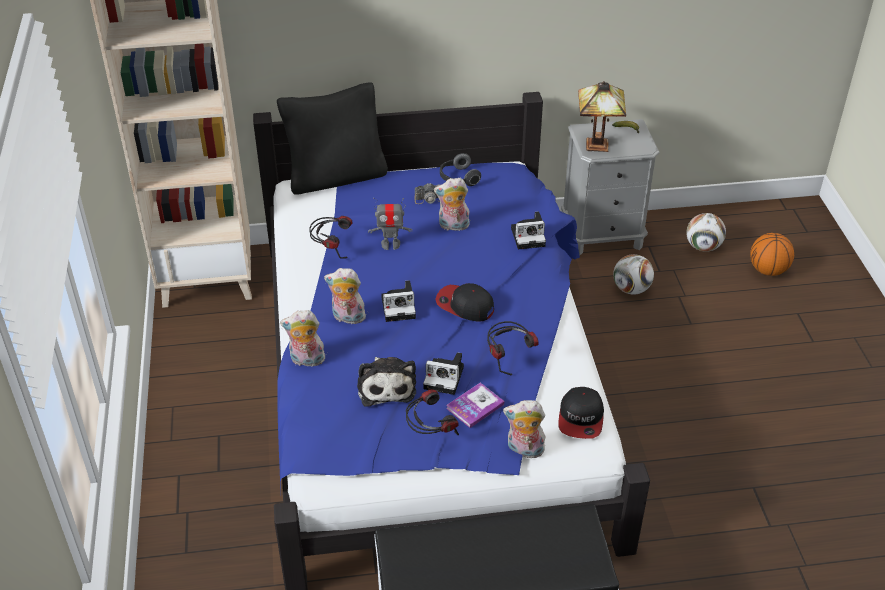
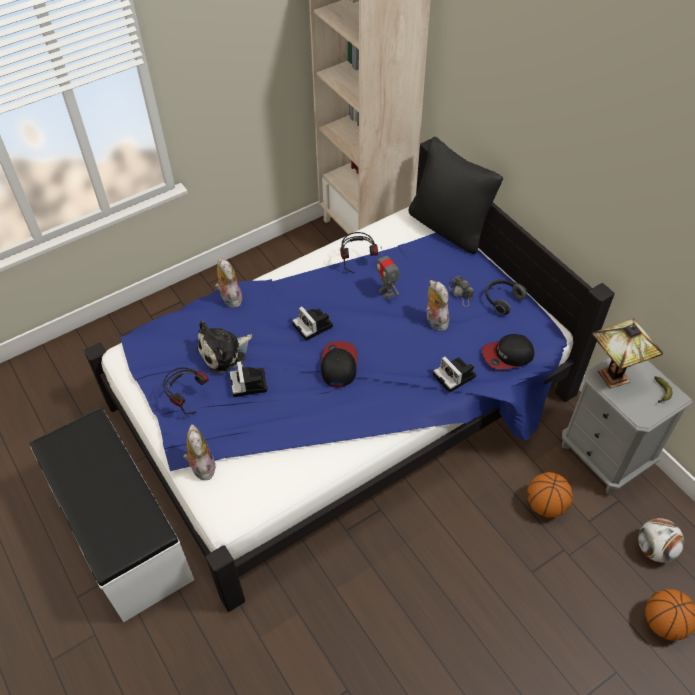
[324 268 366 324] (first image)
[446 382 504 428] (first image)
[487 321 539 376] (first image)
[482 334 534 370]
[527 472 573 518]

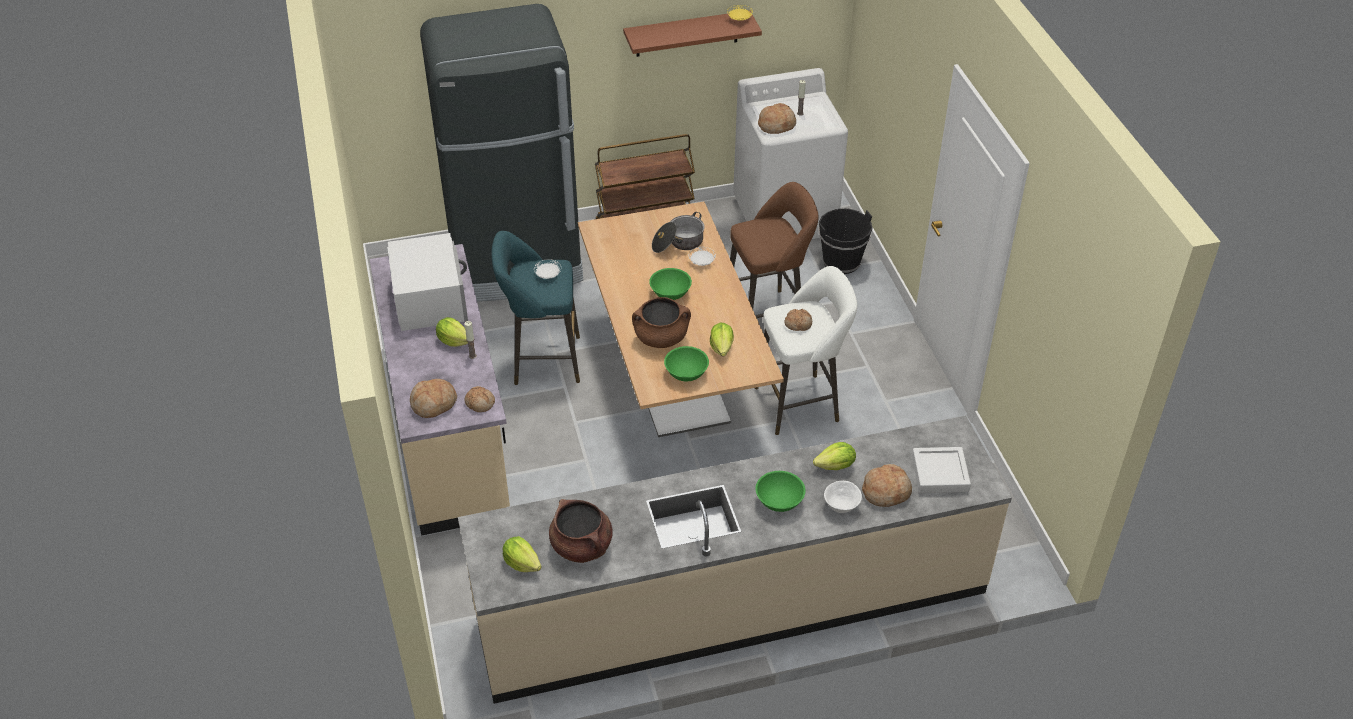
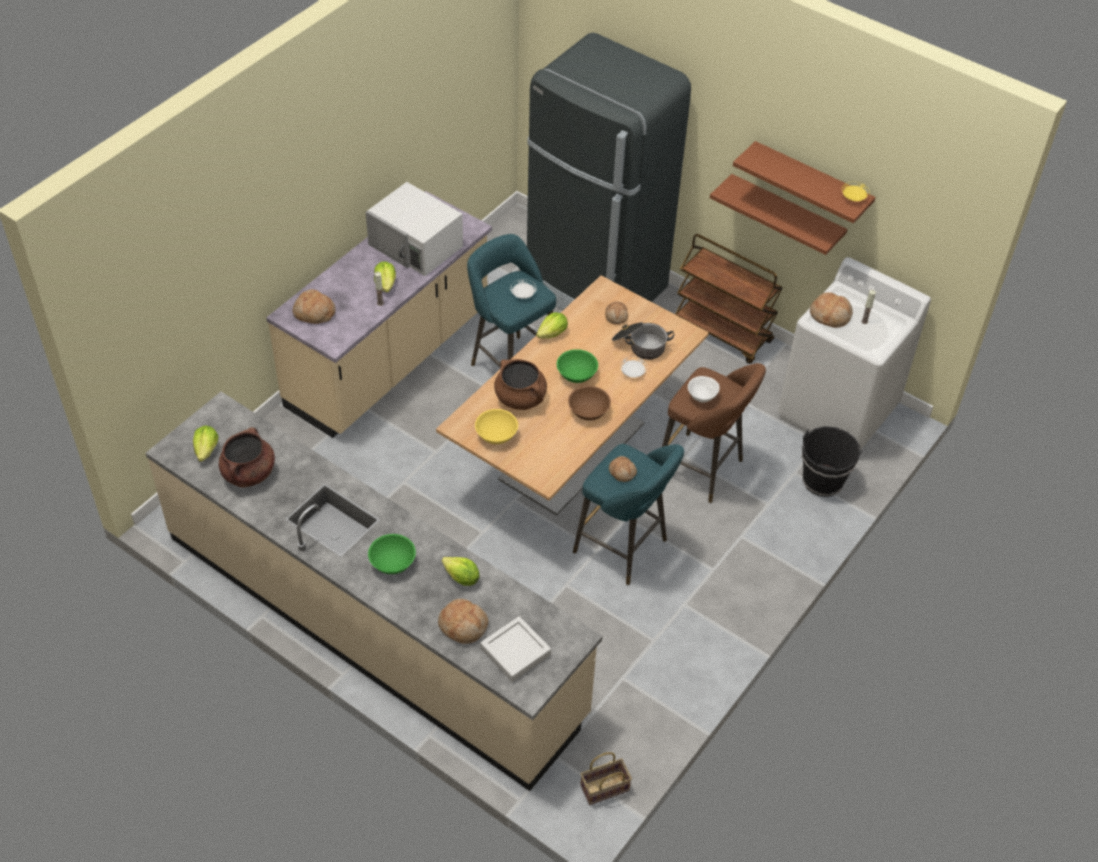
[568 386 611 420]
[580 752 632 805]
[710 174 847 255]
[605 301 628 324]
[536 312 568 339]
[688 376 720 403]
[475 409 518 444]
[573 444 684 585]
[366 182 463 276]

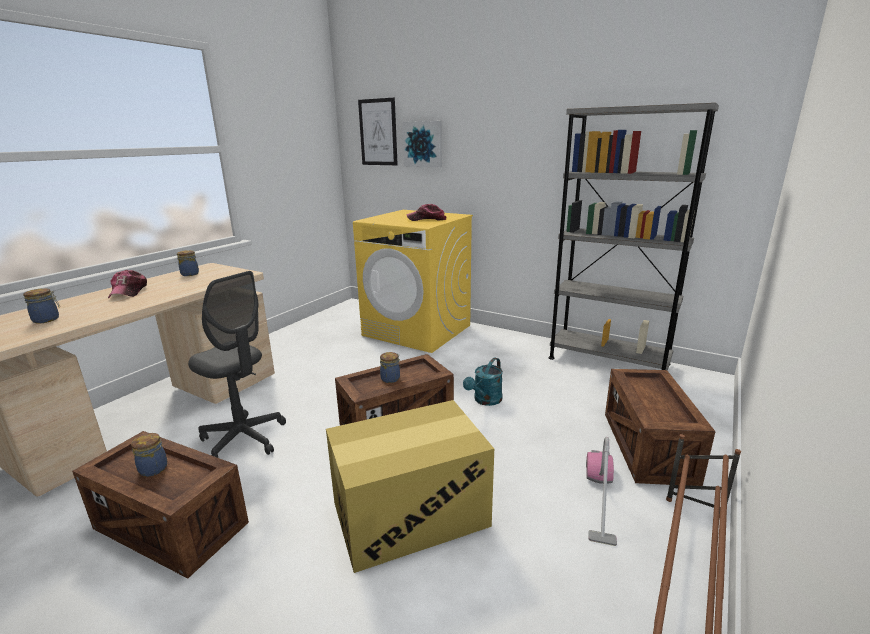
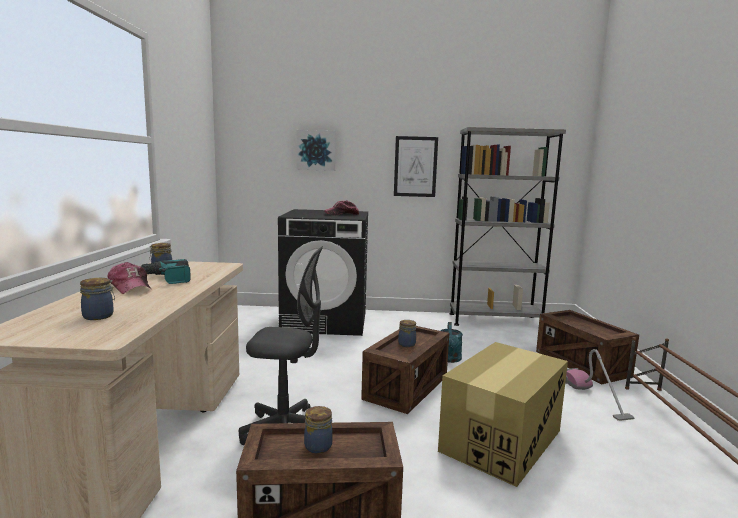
[140 259 191 284]
[394 136 438 197]
[278 209 368 336]

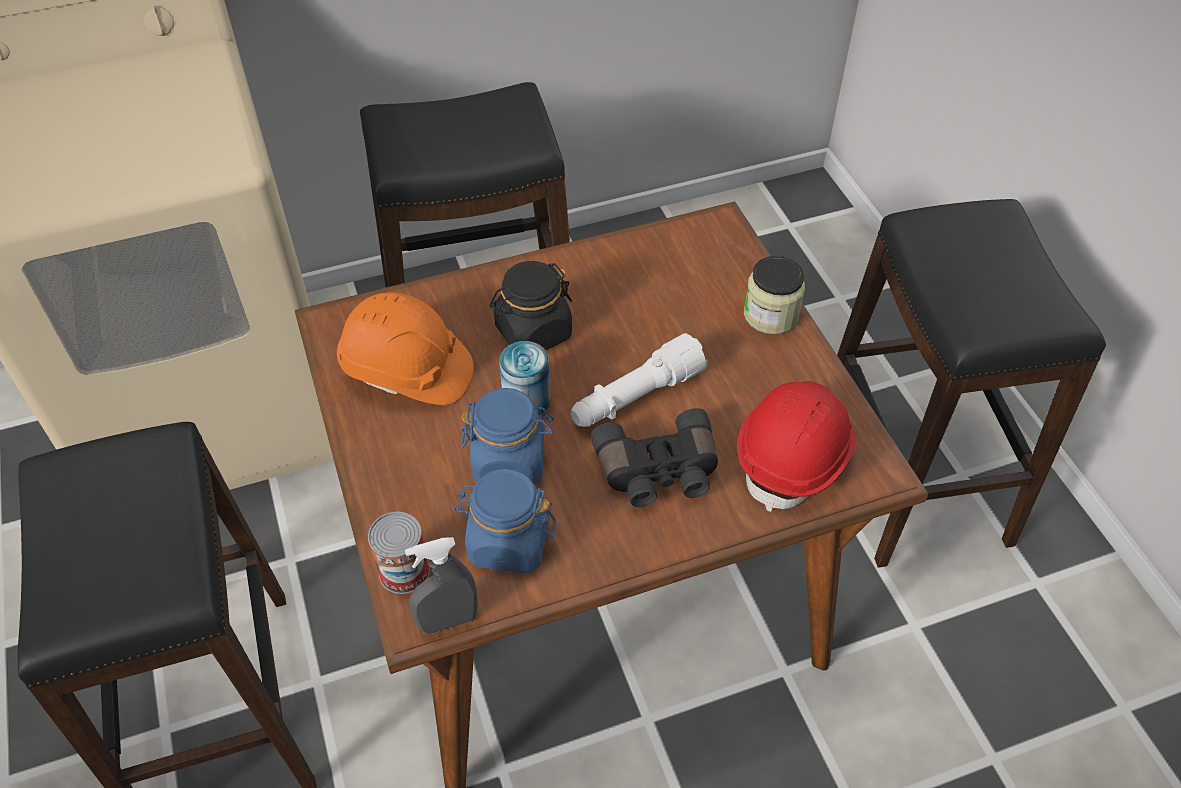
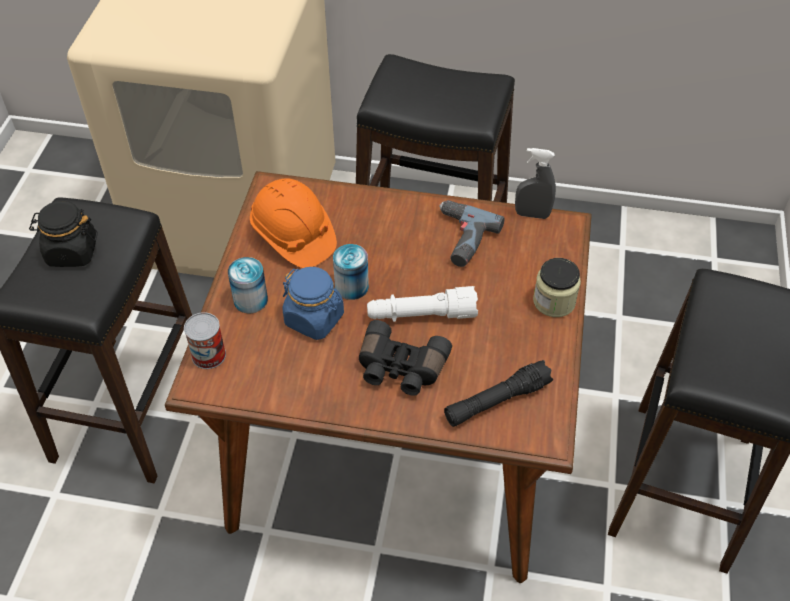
[454 468 556 573] (first image)
[228 257 268 314]
[439 200 505 267]
[515 148 556 219]
[29 201 98 267]
[444 360 553 427]

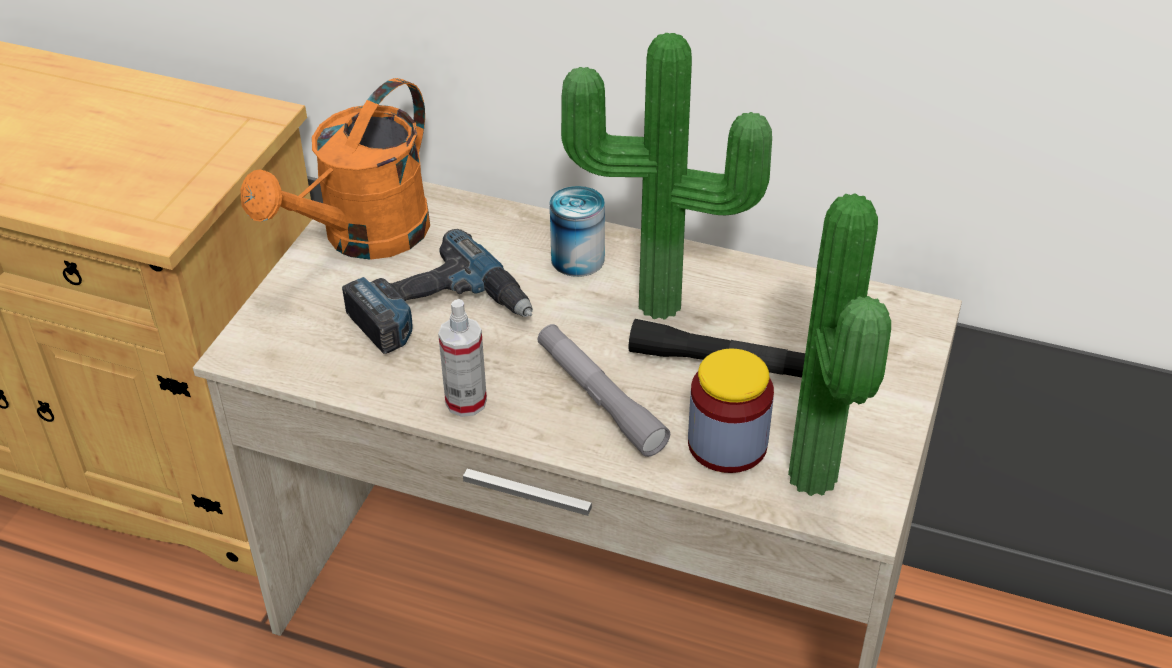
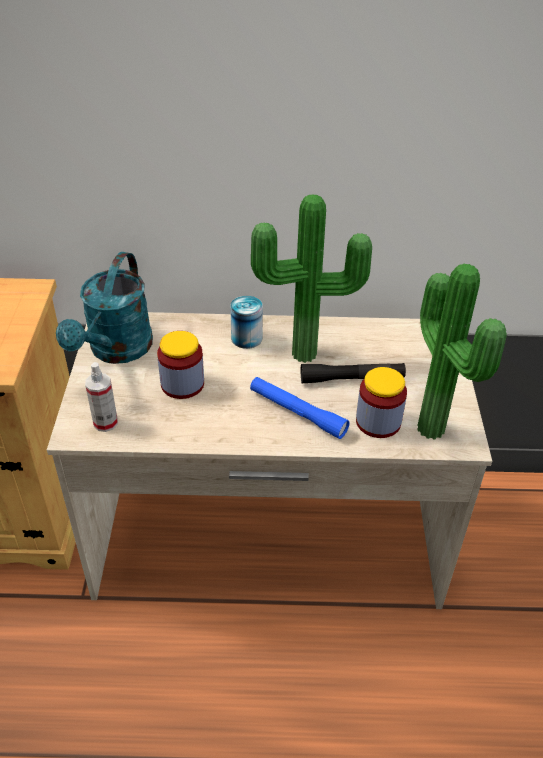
[85 362 118 432]
[157 331 204 399]
[56 252 153 364]
[250 377 350 439]

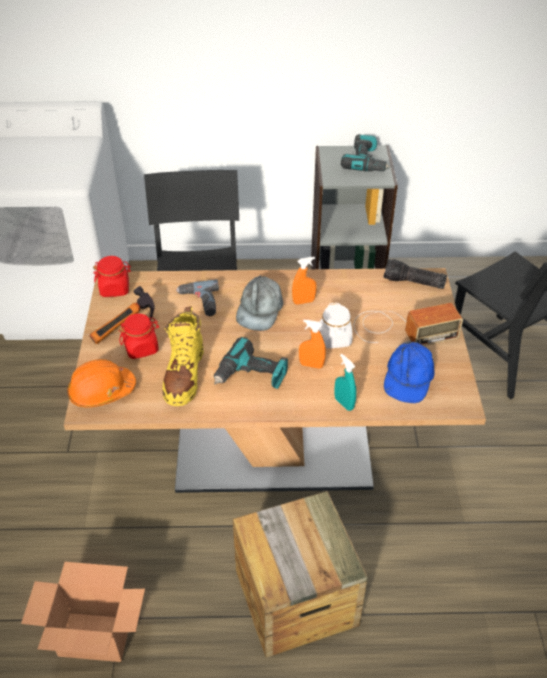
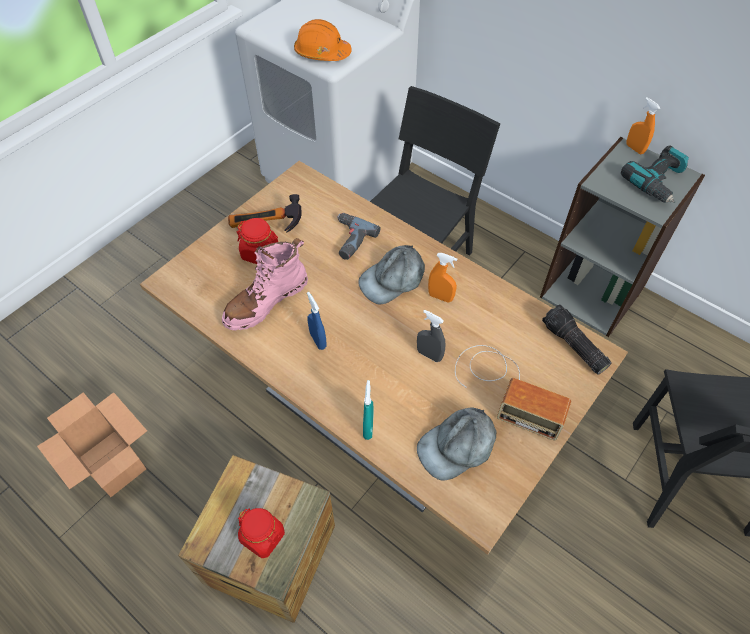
[294 19 352 61]
[238 508 285 558]
[626 97 660 154]
[307 292 327 350]
[417 310 446 362]
[222 238 308 331]
[417 407 497 480]

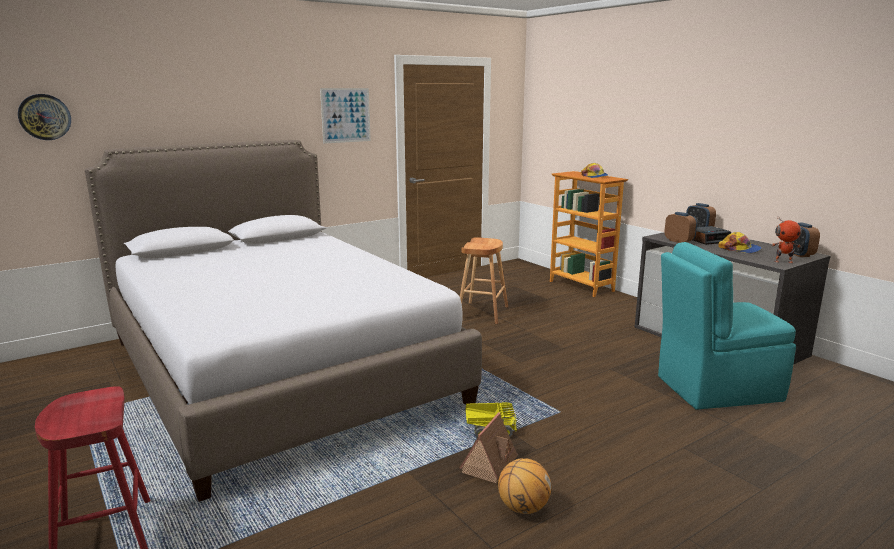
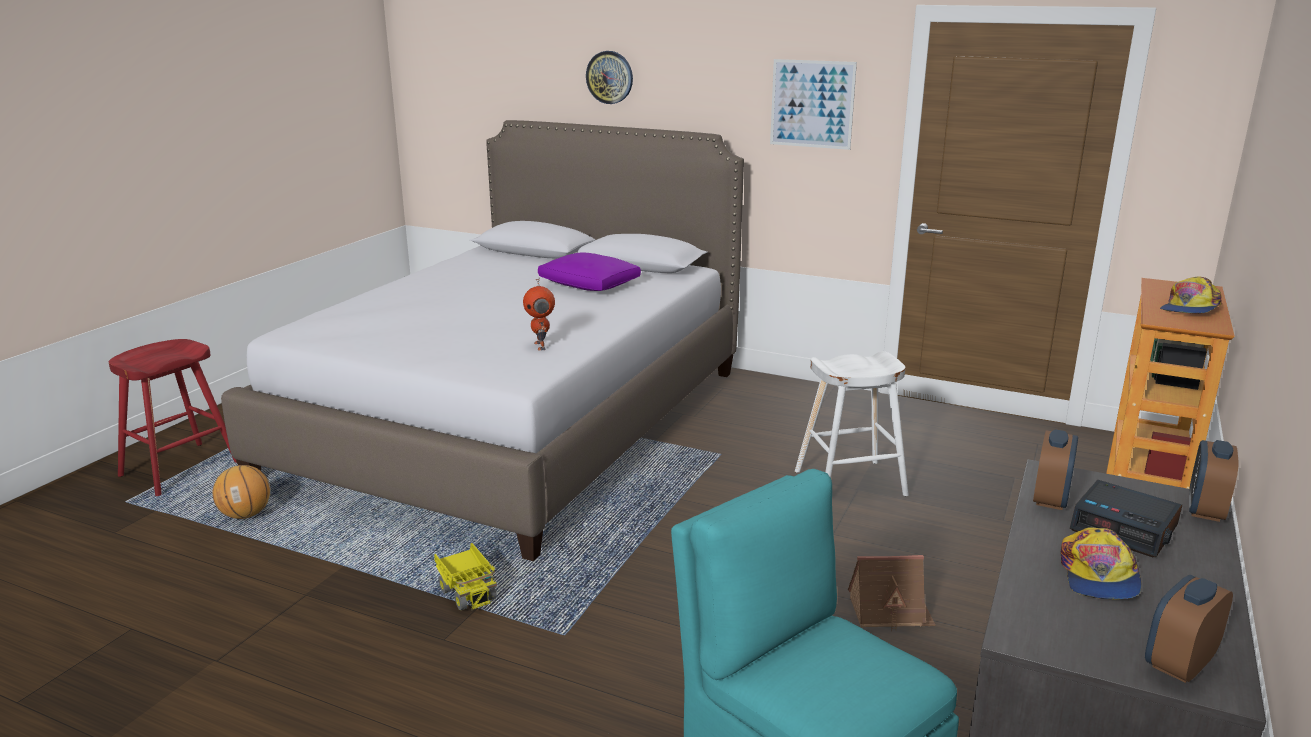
[538 253 641 291]
[586 51 633 104]
[848 555 936 631]
[213 465 271 519]
[523 279 555 351]
[795 351 909 496]

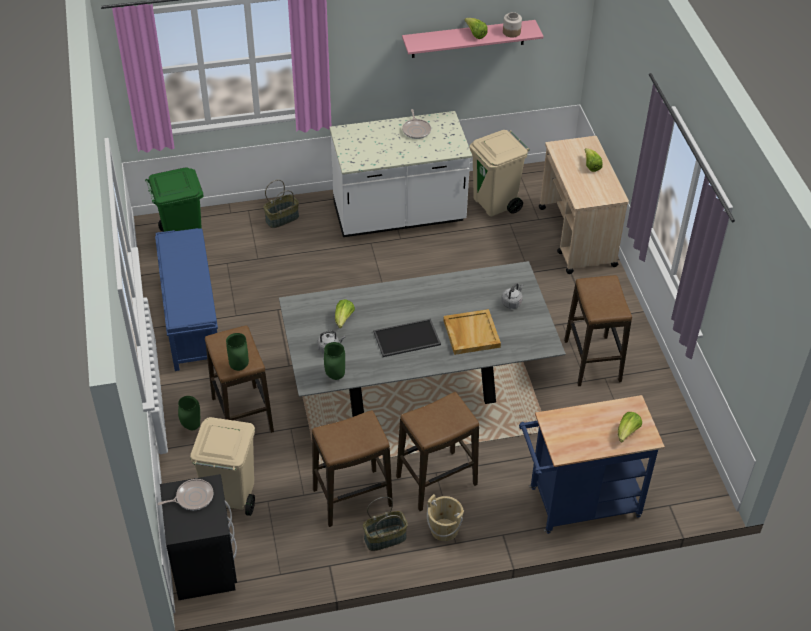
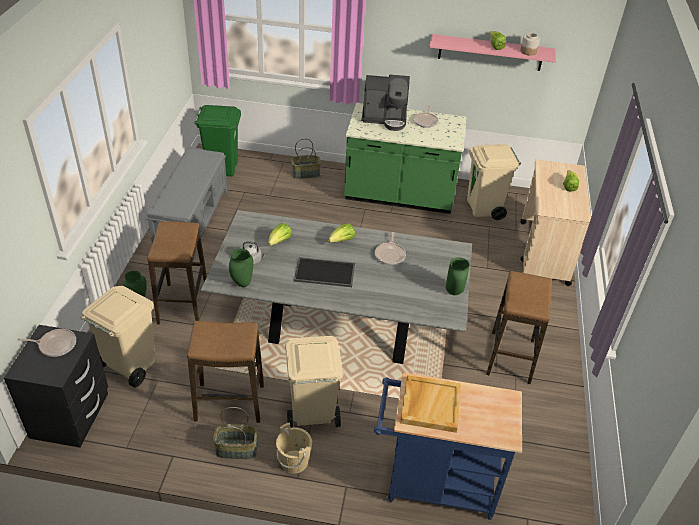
[501 283 523 309] (first image)
[361 74 410 131]
[375 232 406 265]
[446 257 470 295]
[400 375 461 433]
[328 223 355 243]
[285 336 343 428]
[146 147 227 260]
[344 103 466 214]

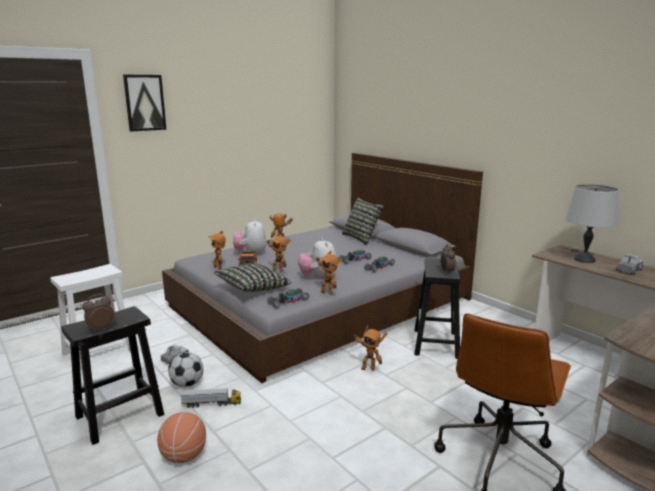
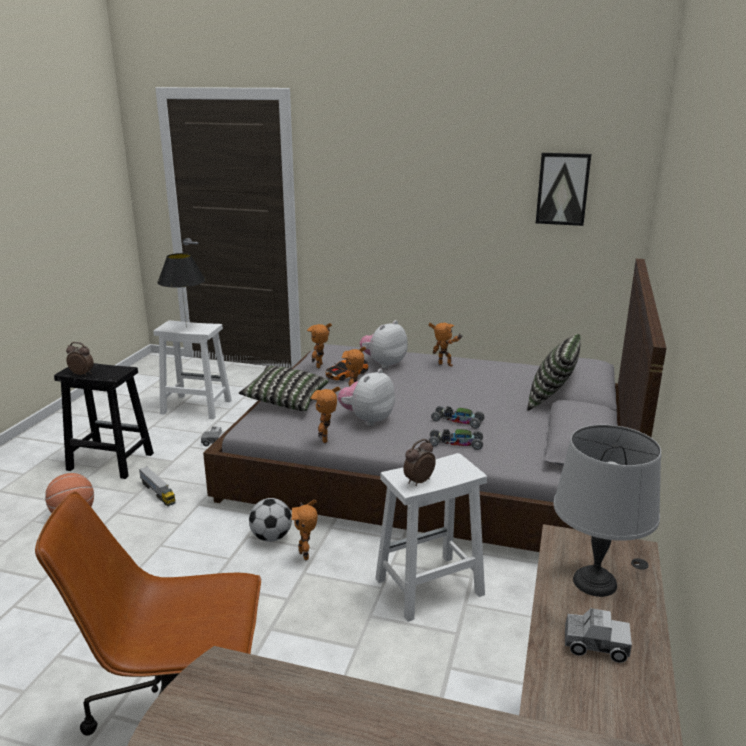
[267 288 309 308] (first image)
[157 253 205 327]
[536 153 591 226]
[249 498 292 542]
[375 453 487 622]

